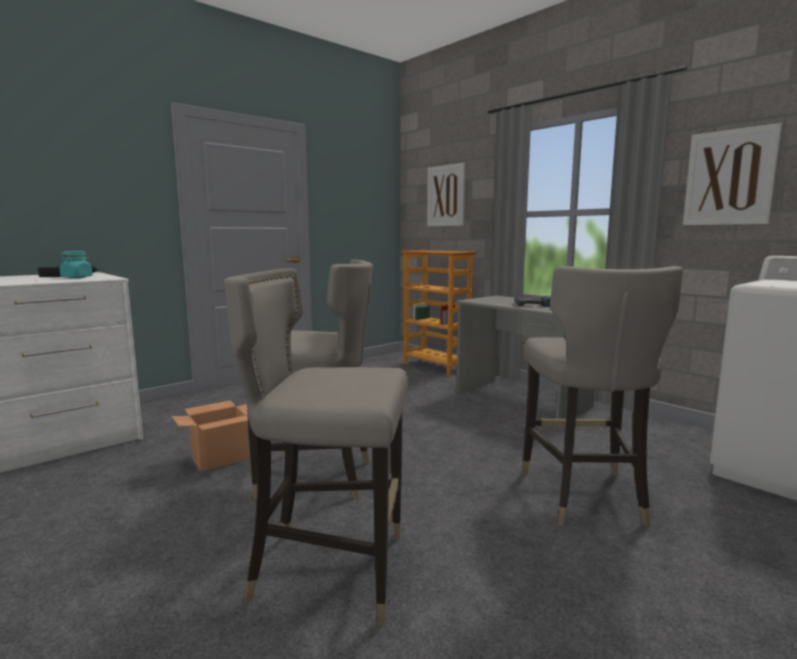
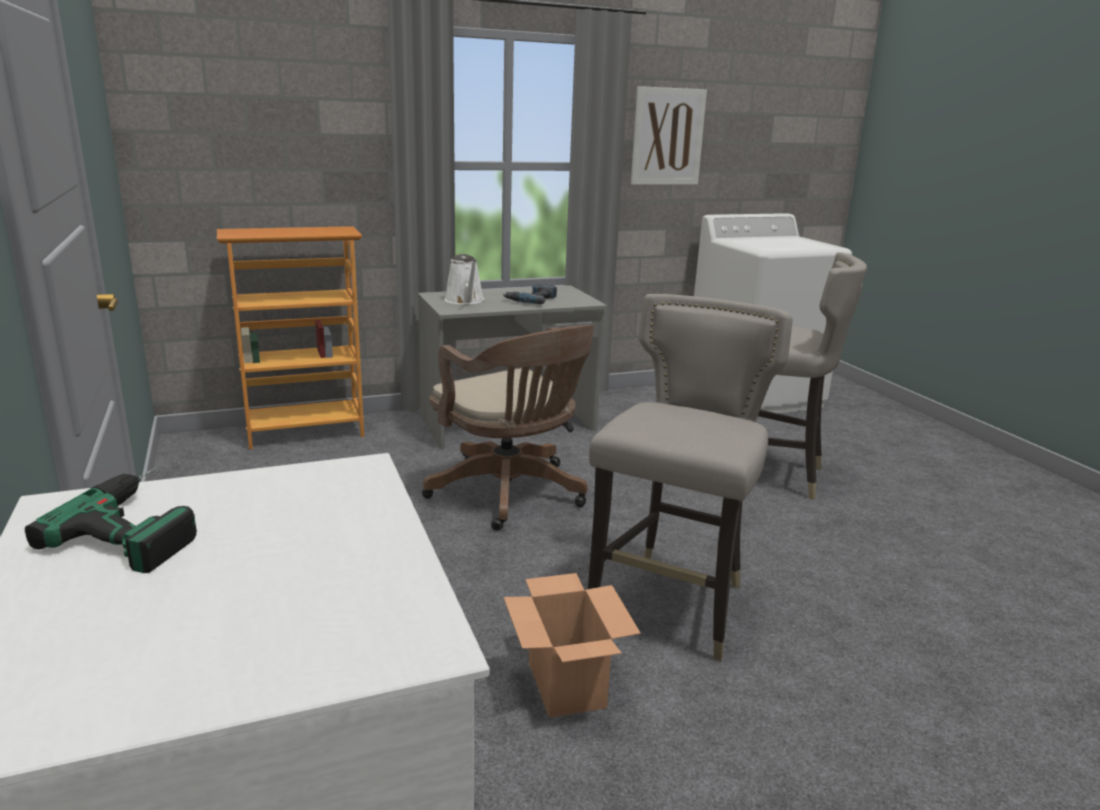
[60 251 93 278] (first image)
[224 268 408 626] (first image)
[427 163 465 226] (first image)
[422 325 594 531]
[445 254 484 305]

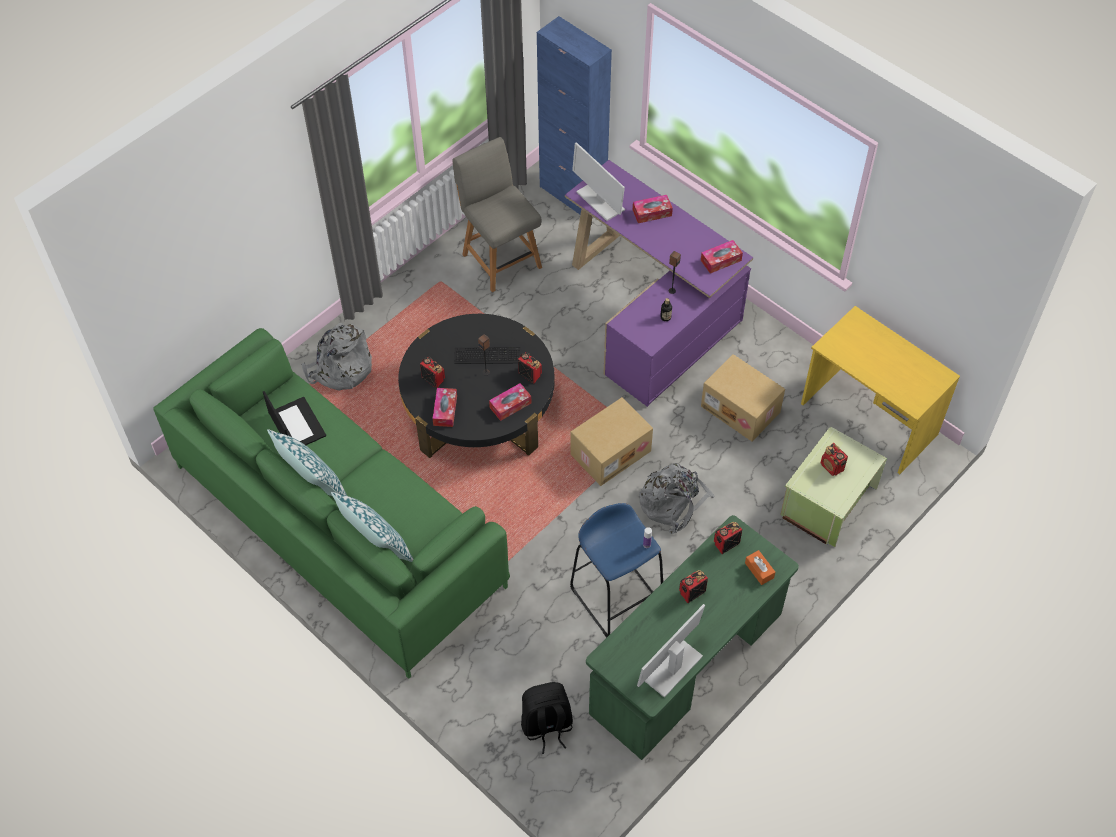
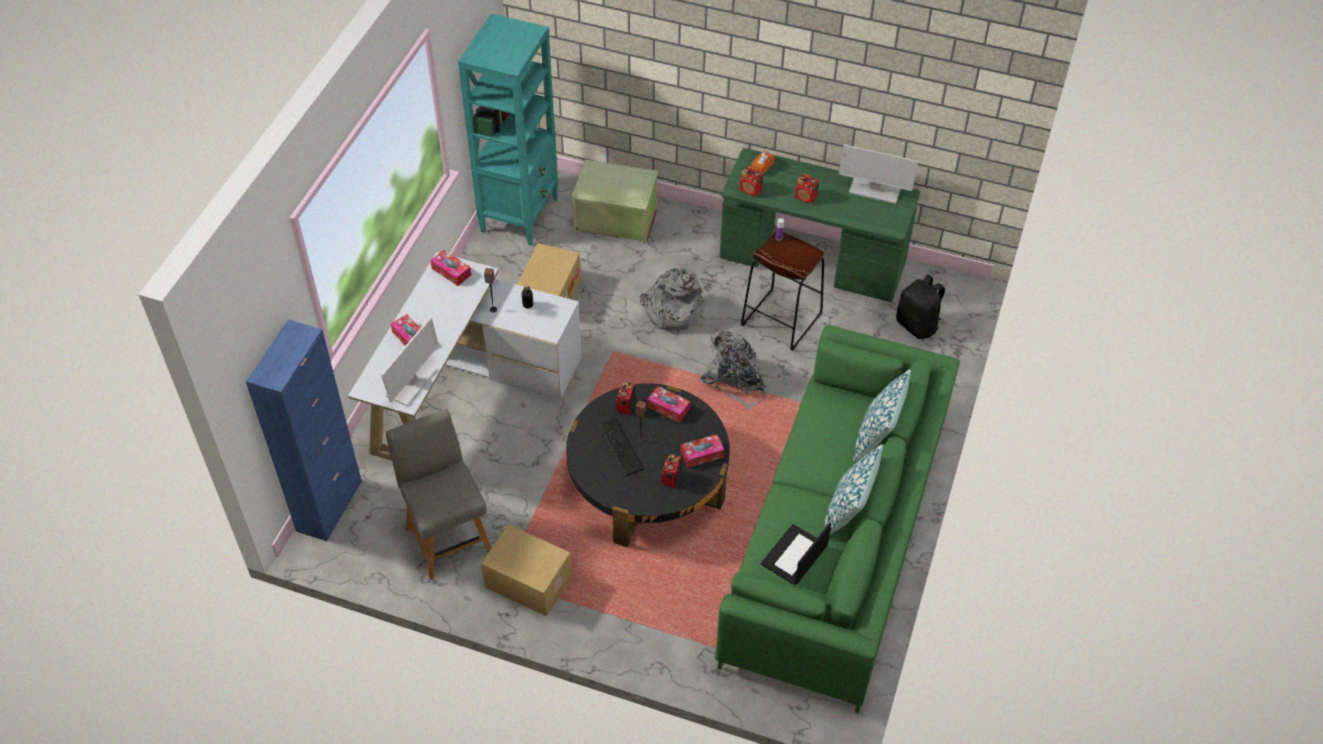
[821 443 848 476] (first image)
[700 331 766 411]
[481 524 572 616]
[458 14 559 245]
[348 252 581 461]
[741 232 824 351]
[386 409 492 579]

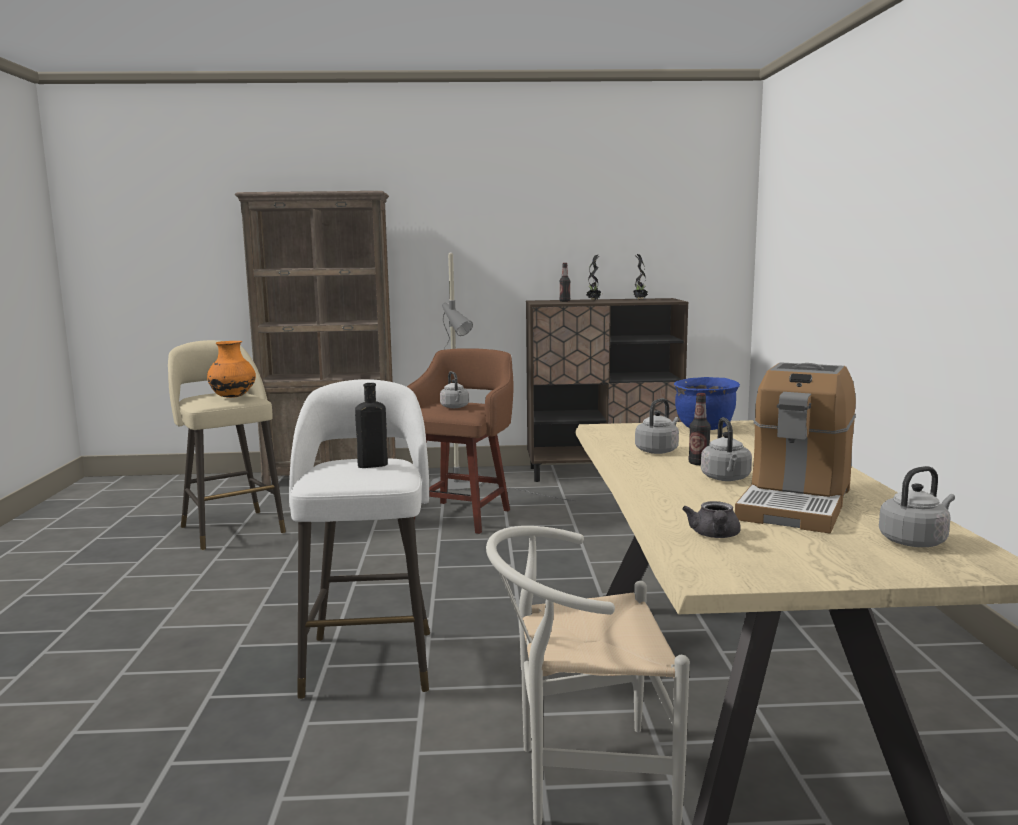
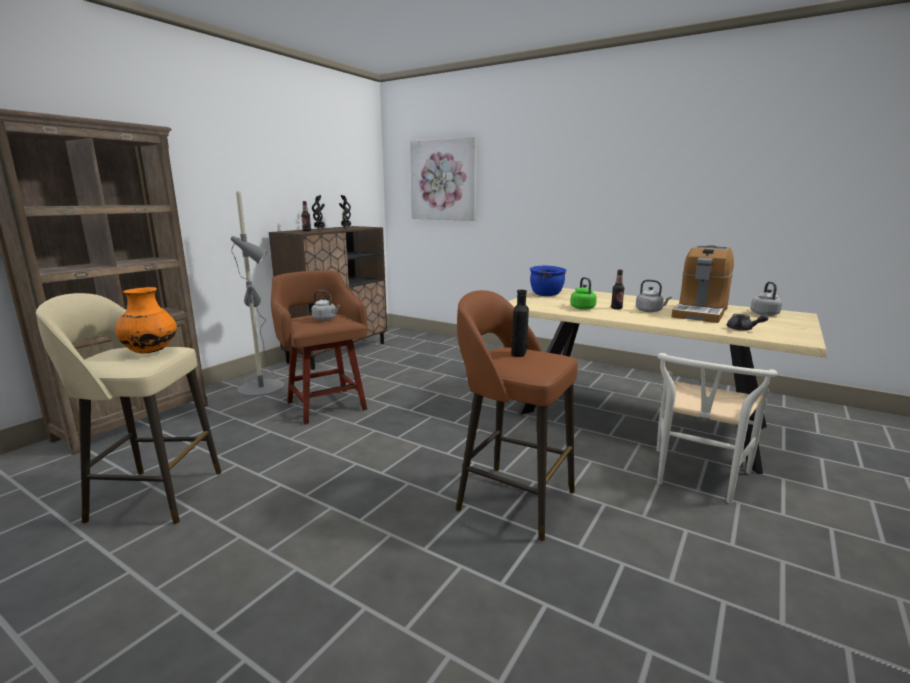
[410 137 477 221]
[456 290 578 541]
[571 277 597 310]
[671 245 734 323]

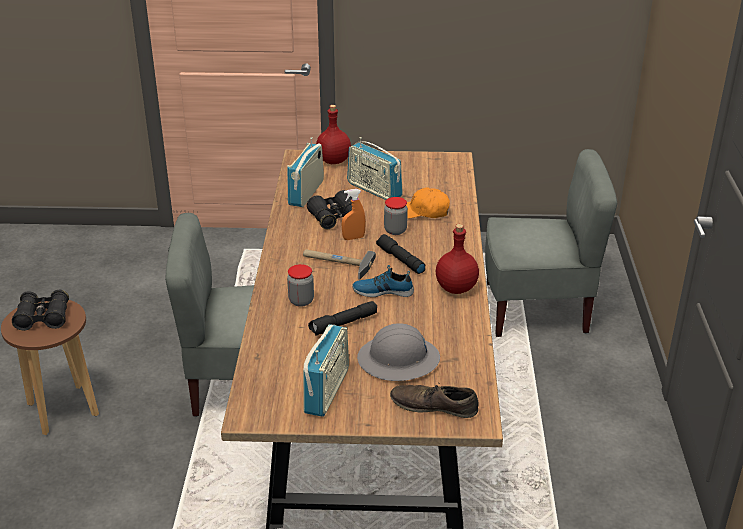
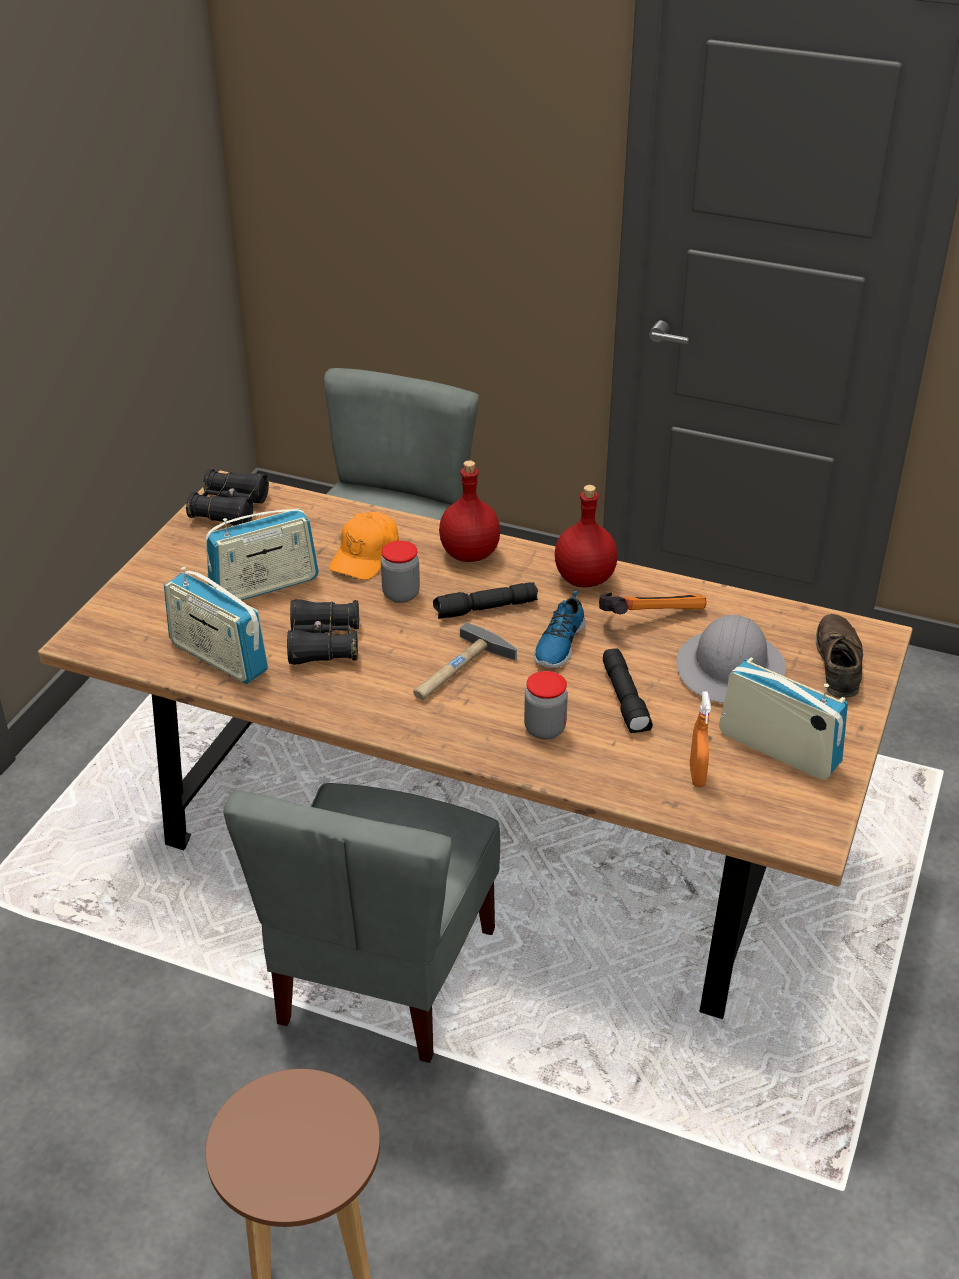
[599 593 707 615]
[186 469 269 526]
[439 460 500 562]
[690 691 711 787]
[816 614 863 698]

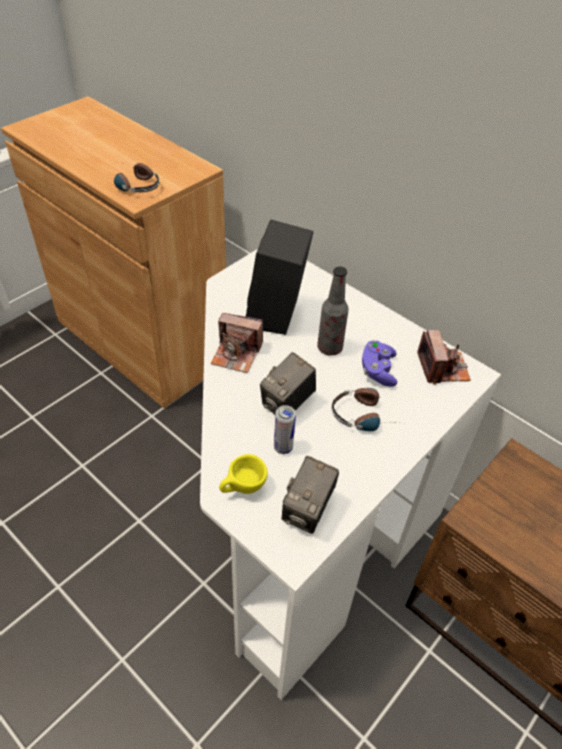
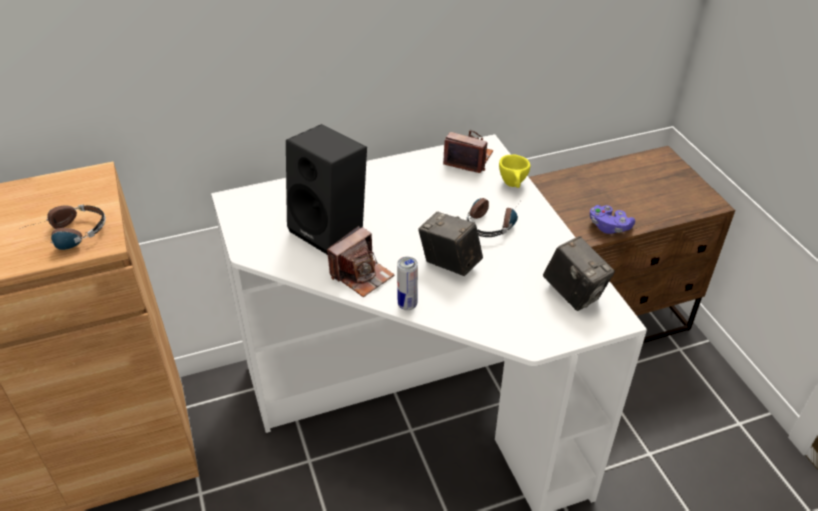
[317 266 349 356] (first image)
[499 154 530 188]
[397 257 418 310]
[590 205 635 234]
[418 212 483 276]

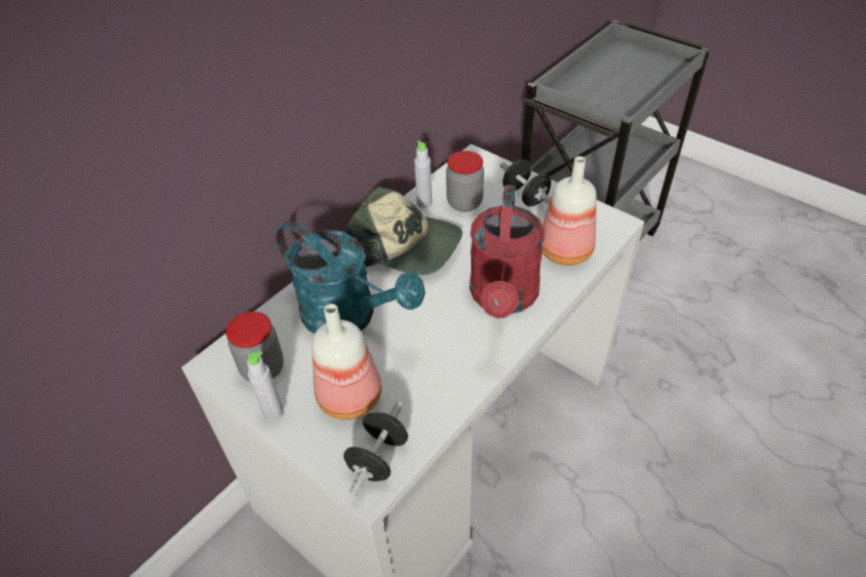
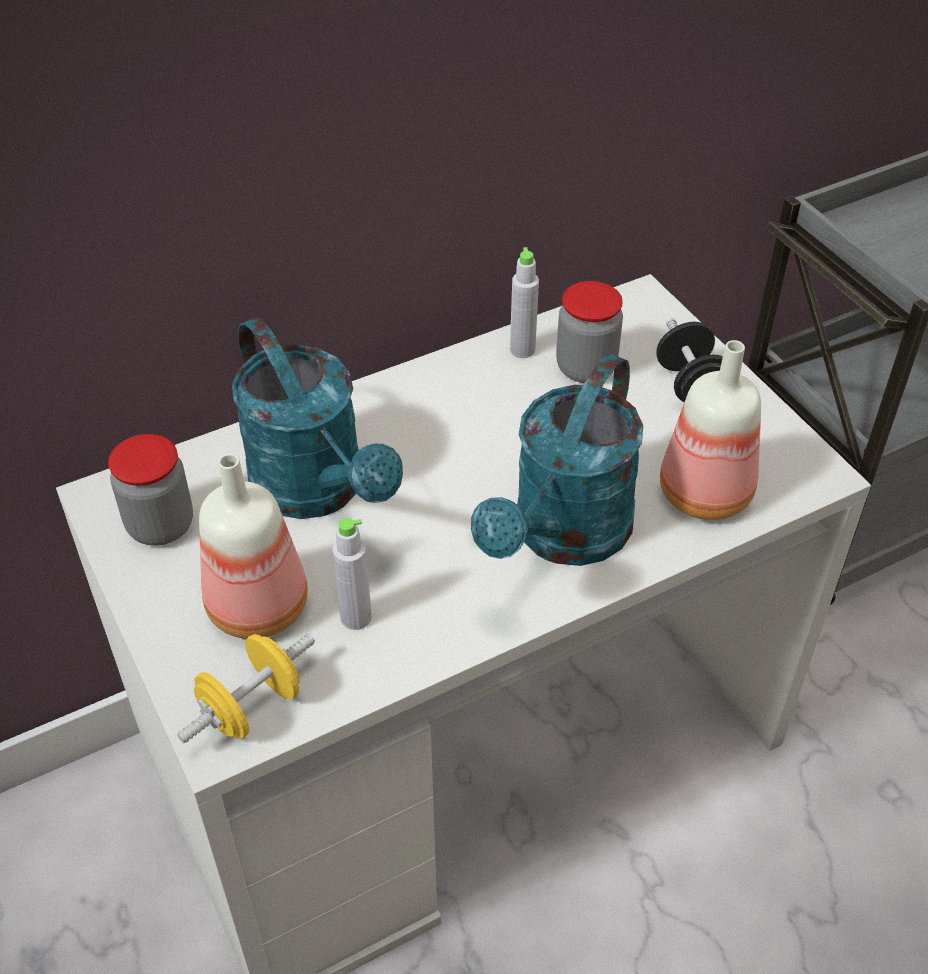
[347 186 462 275] (first image)
[333 518 372 630]
[177 634 315 743]
[471 354 643 566]

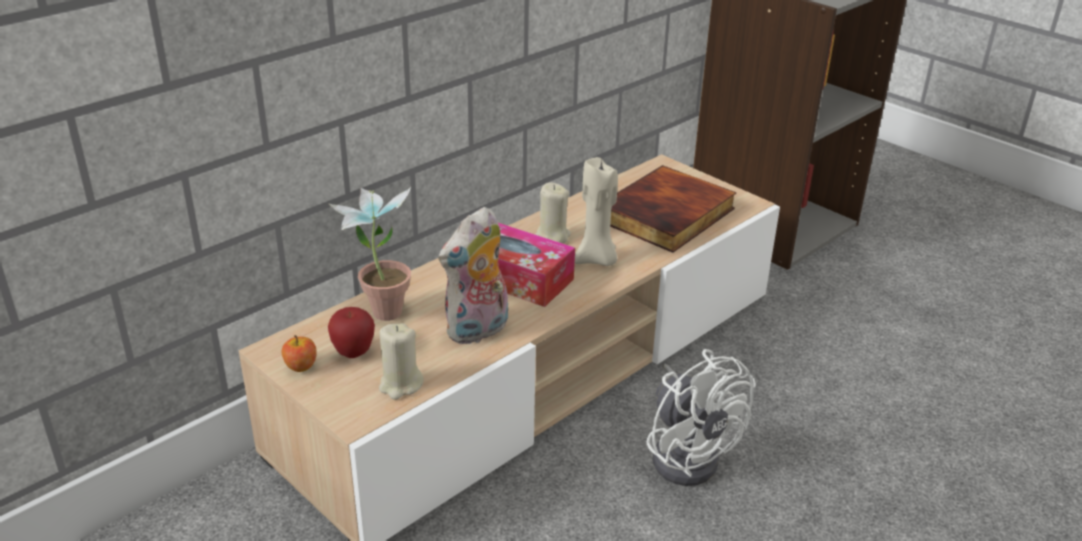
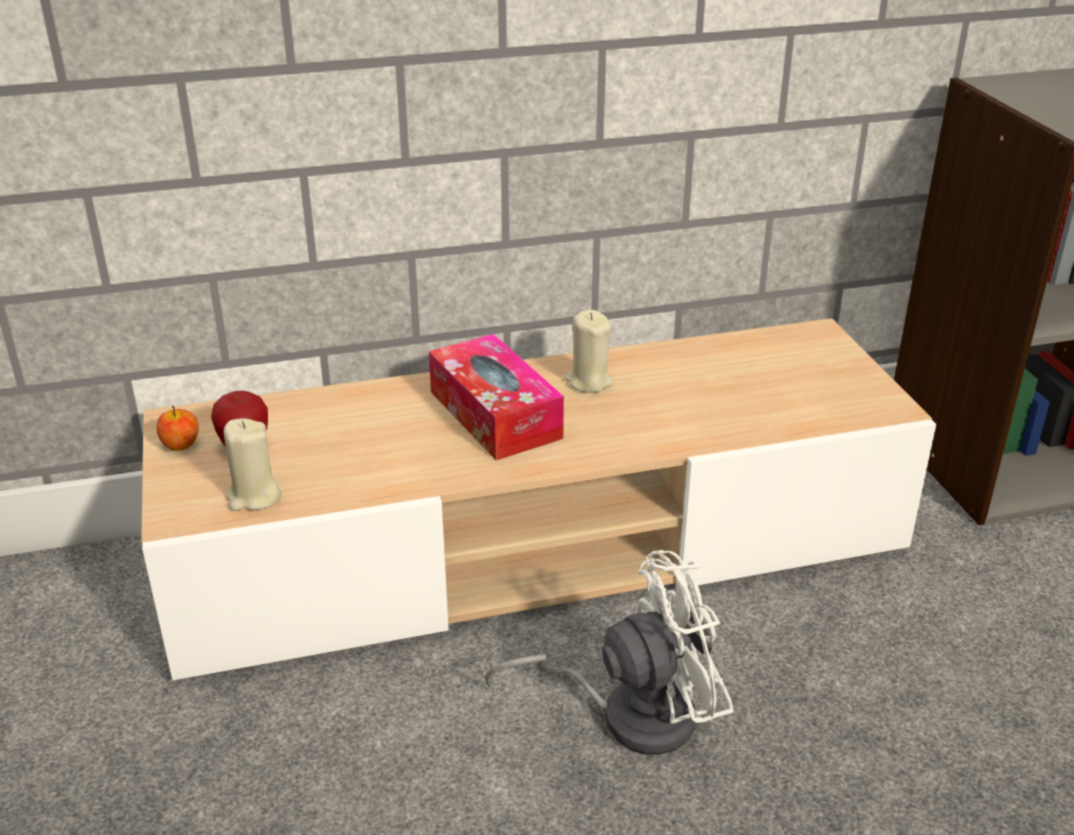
[328 187 411 321] (first image)
[439 207 508 345] (first image)
[575 157 618 266] (first image)
[610 165 736 253] (first image)
[485 550 734 755]

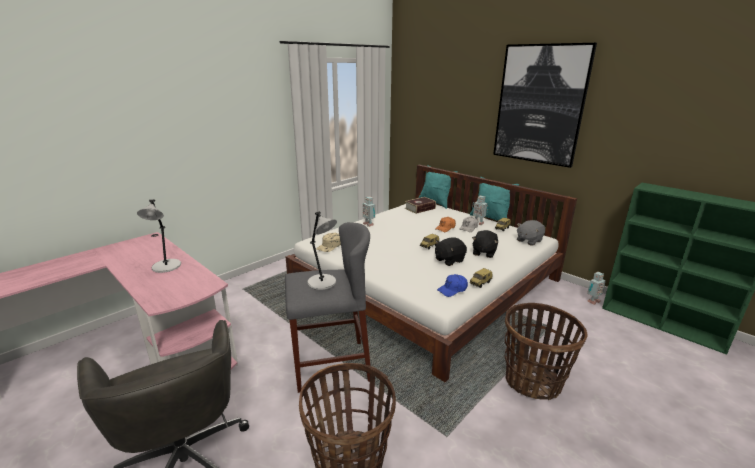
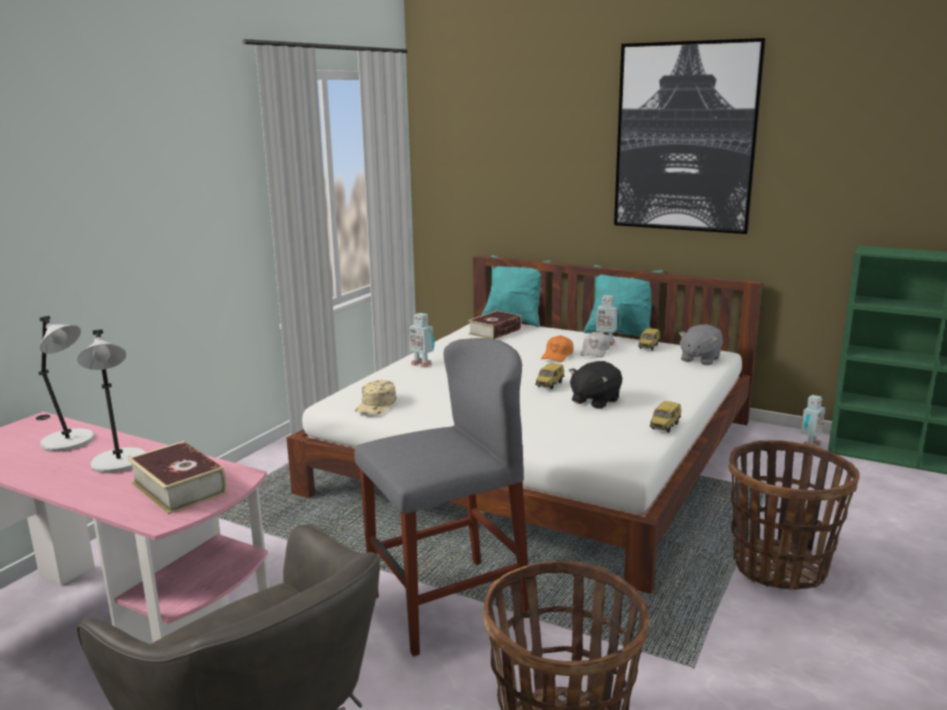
[437 274 468 297] (first image)
[472 230 498 258] (first image)
[127 441 227 514]
[38 316 95 452]

